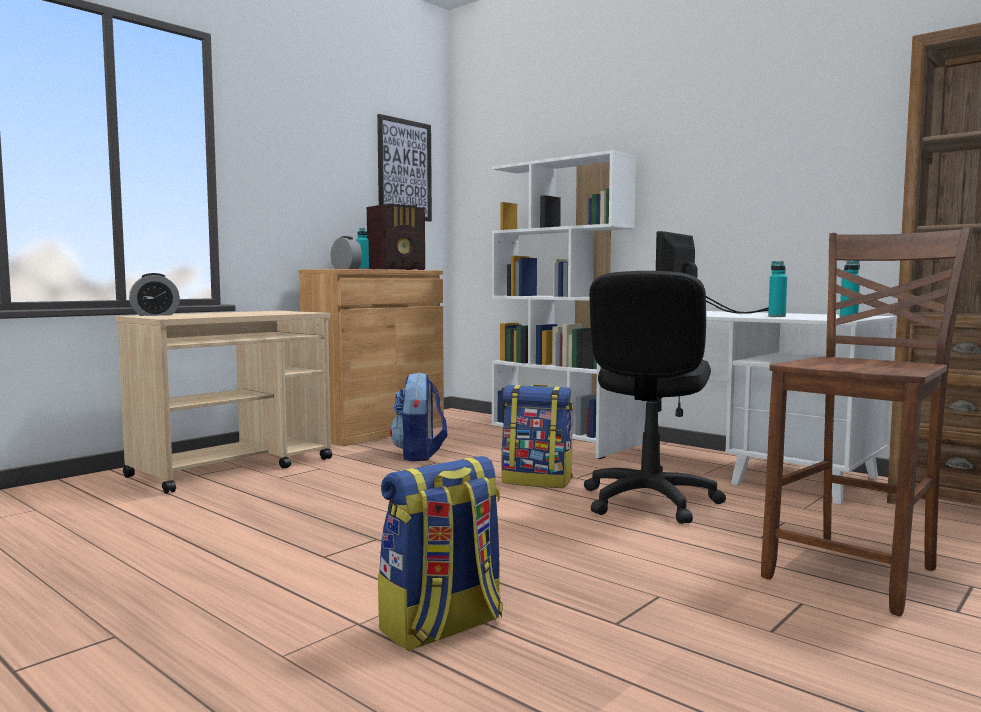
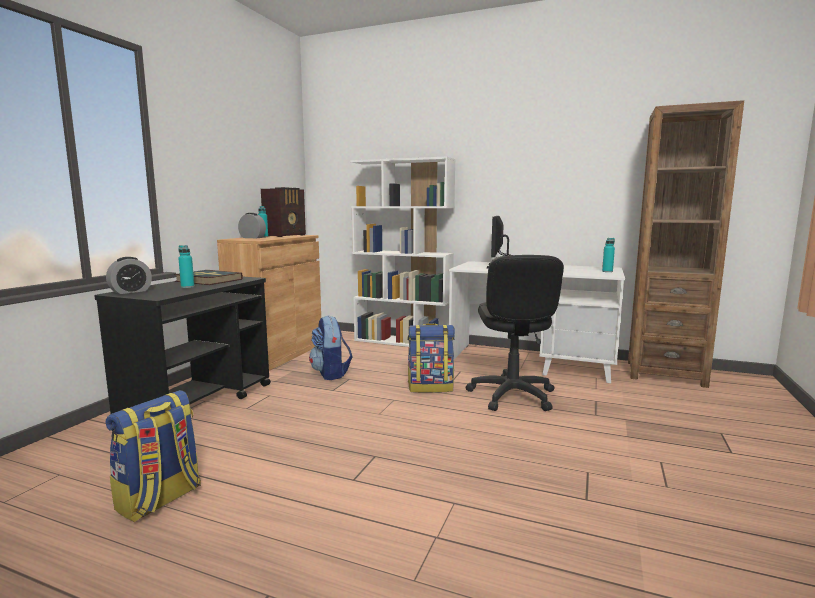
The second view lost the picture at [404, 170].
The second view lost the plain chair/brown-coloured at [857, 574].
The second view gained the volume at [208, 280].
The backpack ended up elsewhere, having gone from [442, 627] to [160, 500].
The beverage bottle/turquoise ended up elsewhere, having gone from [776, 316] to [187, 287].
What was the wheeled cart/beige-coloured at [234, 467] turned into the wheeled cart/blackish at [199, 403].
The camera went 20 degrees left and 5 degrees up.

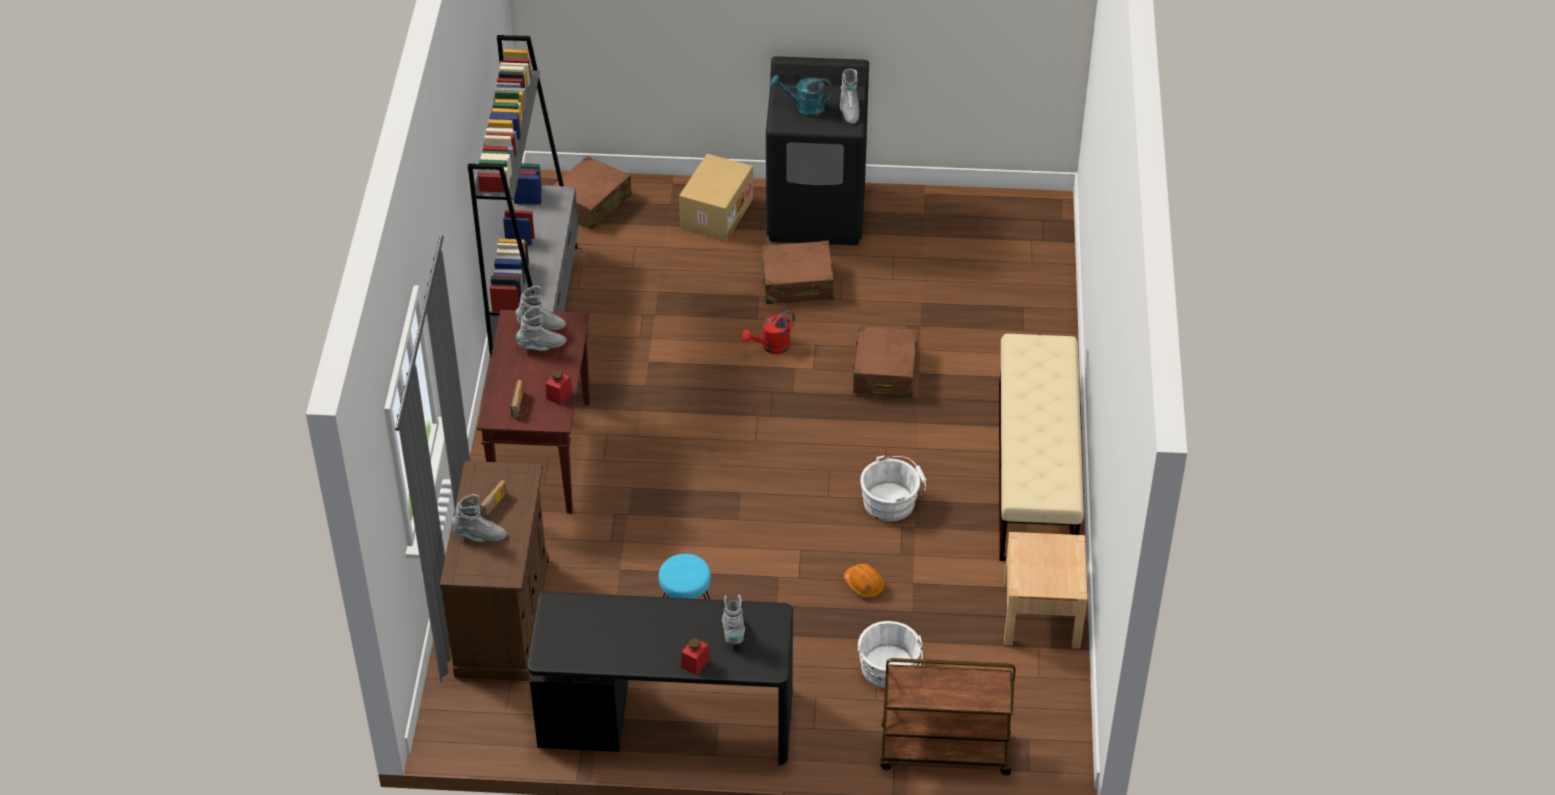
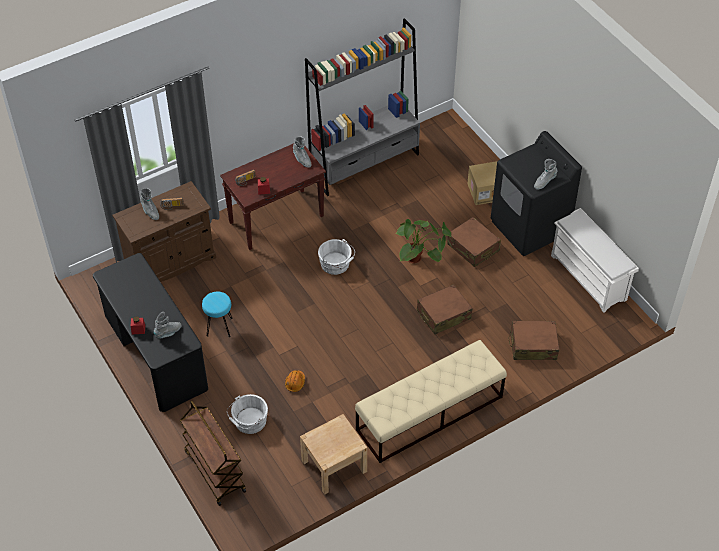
The second view lost the tall boot/grey at [542, 346].
The second view lost the sprinkling can/turquoise at [804, 108].
The second view gained the shoe rack/white at [589, 278].
The suitcase/brown-coloured ended up elsewhere, having gone from [590, 203] to [533, 345].
The water bucket/white ended up elsewhere, having gone from [892, 501] to [336, 264].
Where the sprinkling can/reddish stood at [771, 347], the potted plant came to stand at [420, 262].
The camera went 55 degrees right and 5 degrees up.

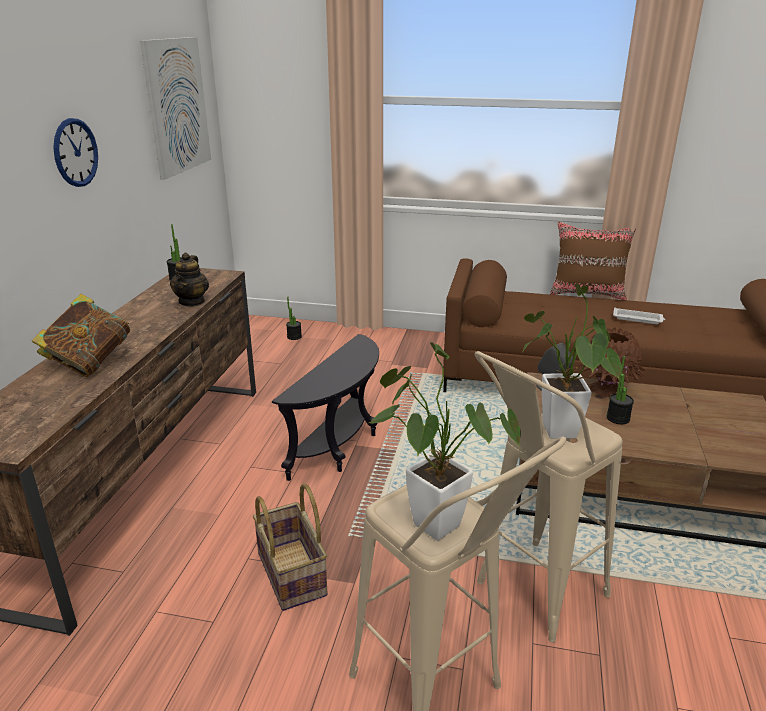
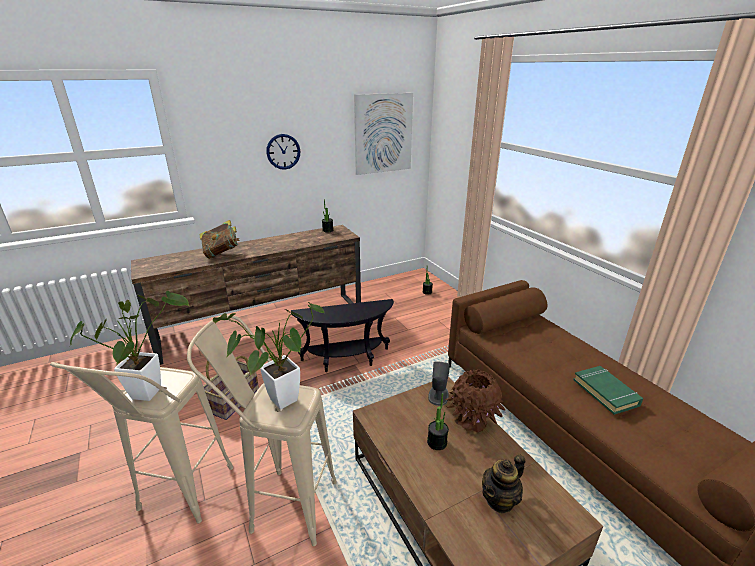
The second view lost the cushion/brown-coloured at [587, 293].
The teapot ended up elsewhere, having gone from [192, 302] to [500, 500].
Where the serving tray/white stood at [638, 319], the volume/greenish came to stand at [606, 392].
The camera went 50 degrees right and 0 degrees up.

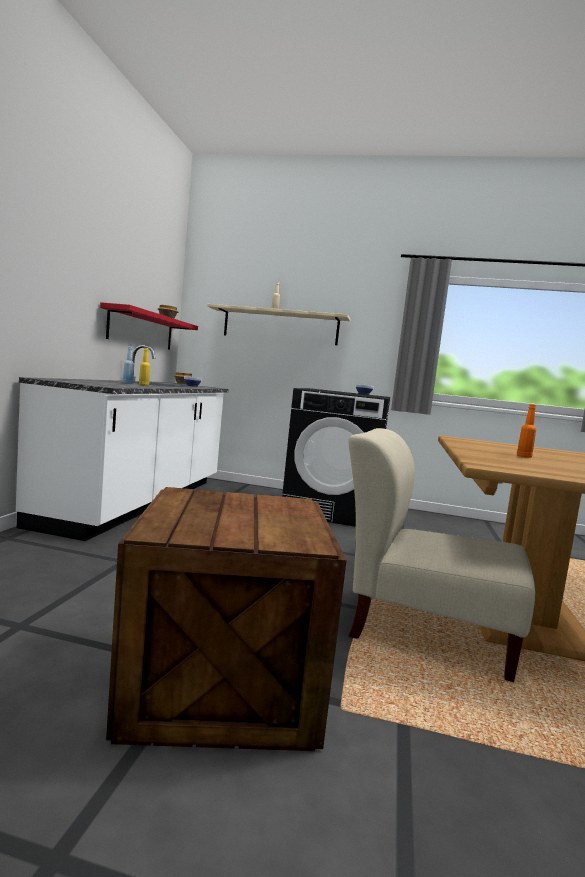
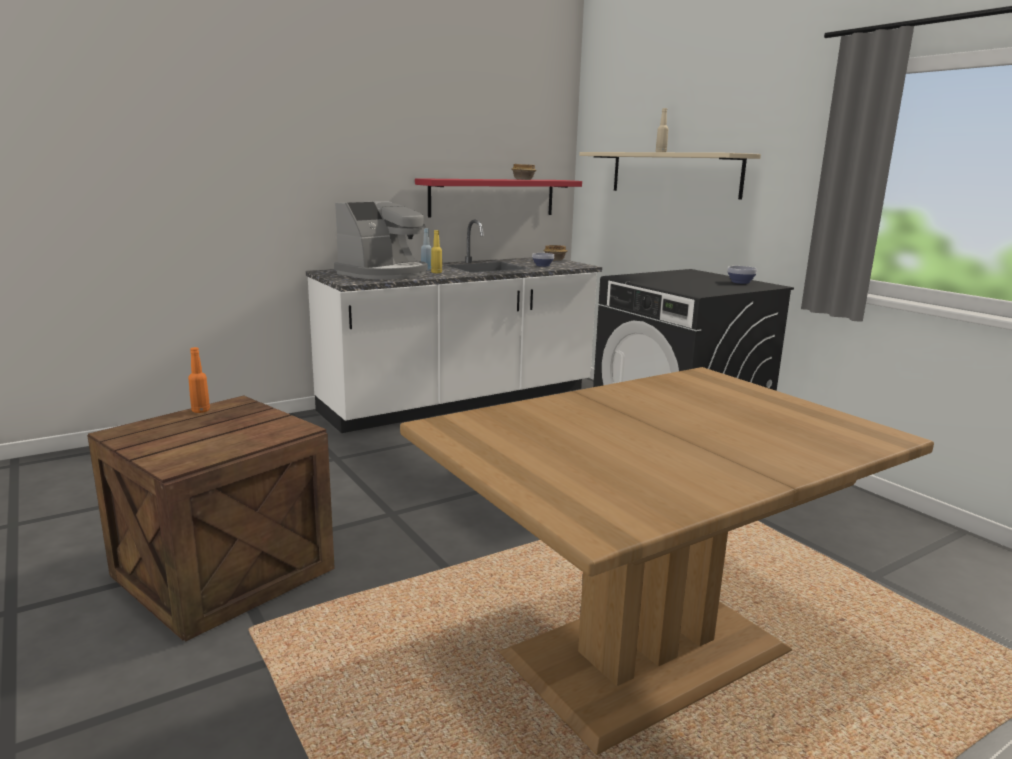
The second view lost the plain chair/beige-coloured at [423, 629].
The second view gained the coffee maker at [384, 273].
The beverage bottle/orange-coloured ended up elsewhere, having gone from [524, 456] to [200, 410].
The camera went 45 degrees right and 10 degrees up.

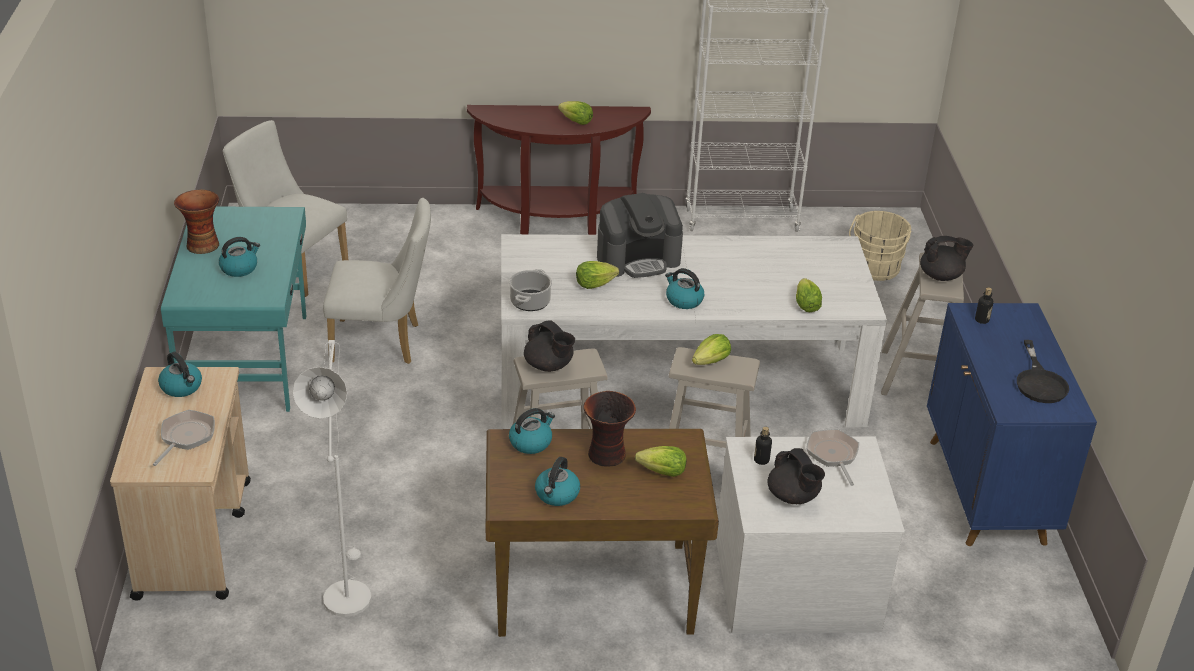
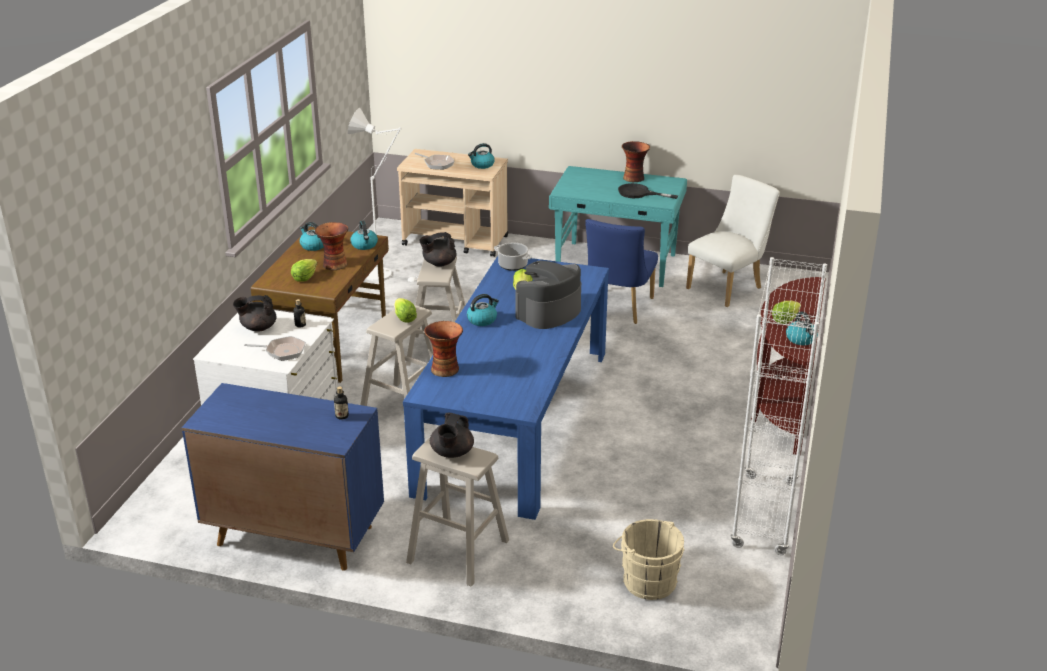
The tea kettle ended up elsewhere, having gone from [239, 268] to [801, 339].
The frying pan/blackish ended up elsewhere, having gone from [1039, 382] to [639, 193].
Where the head of lettuce stood at [806, 305], the decorative vase came to stand at [444, 369].
What was the plain chair/white at [382, 343] turned into the plain chair/blue-coloured at [618, 309].
What was the dining table/white at [678, 382] turned into the dining table/blue-coloured at [515, 419].
The coffee maker at [638, 259] ended up facing another way, 45 degrees clockwise from before.
The camera went 110 degrees right and 5 degrees down.

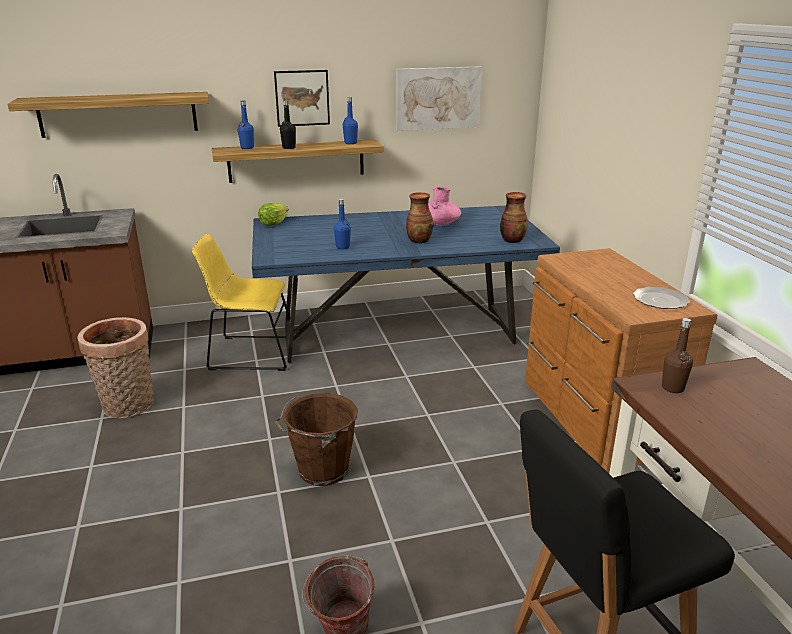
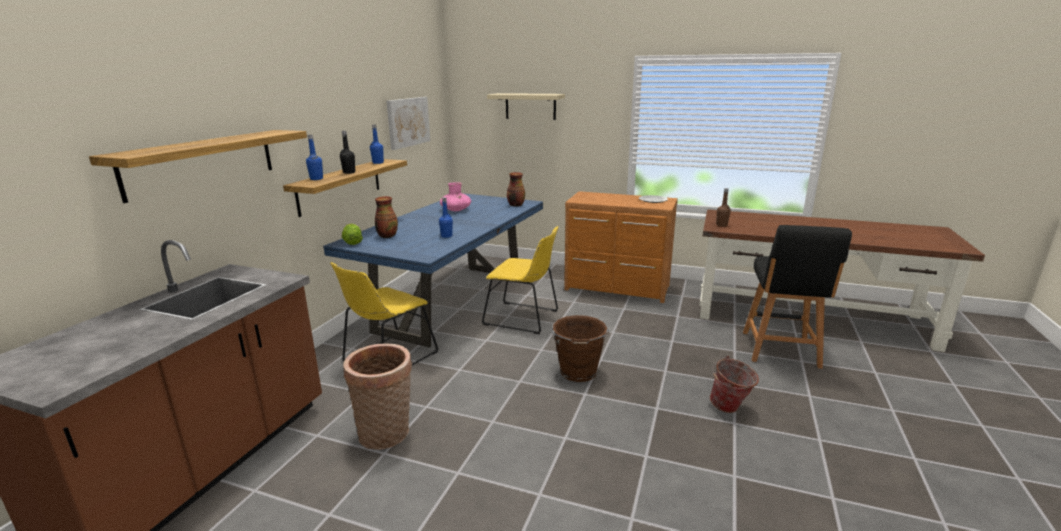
The second view lost the picture at [302, 98].
The second view gained the plain chair/yellow at [524, 318].
The second view gained the wall shelf/beige-coloured at [530, 106].
The decorative vase ended up elsewhere, having gone from [419, 240] to [387, 236].
The camera went 55 degrees left and 5 degrees down.

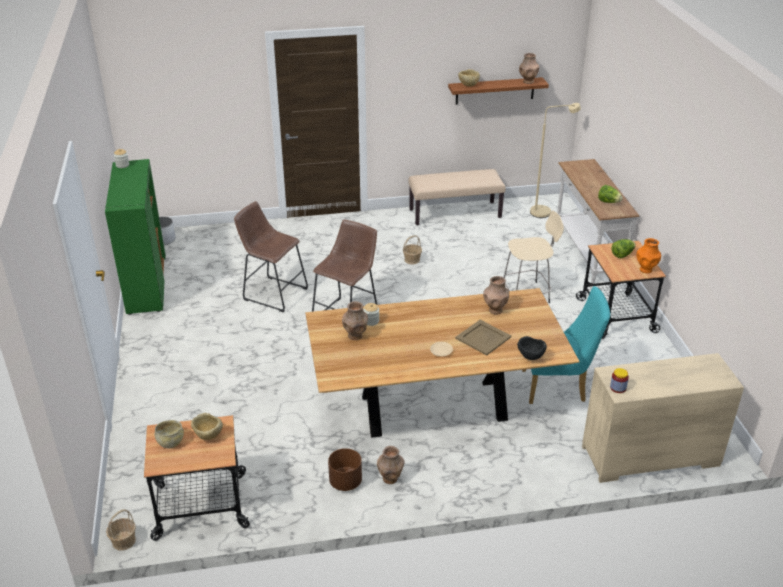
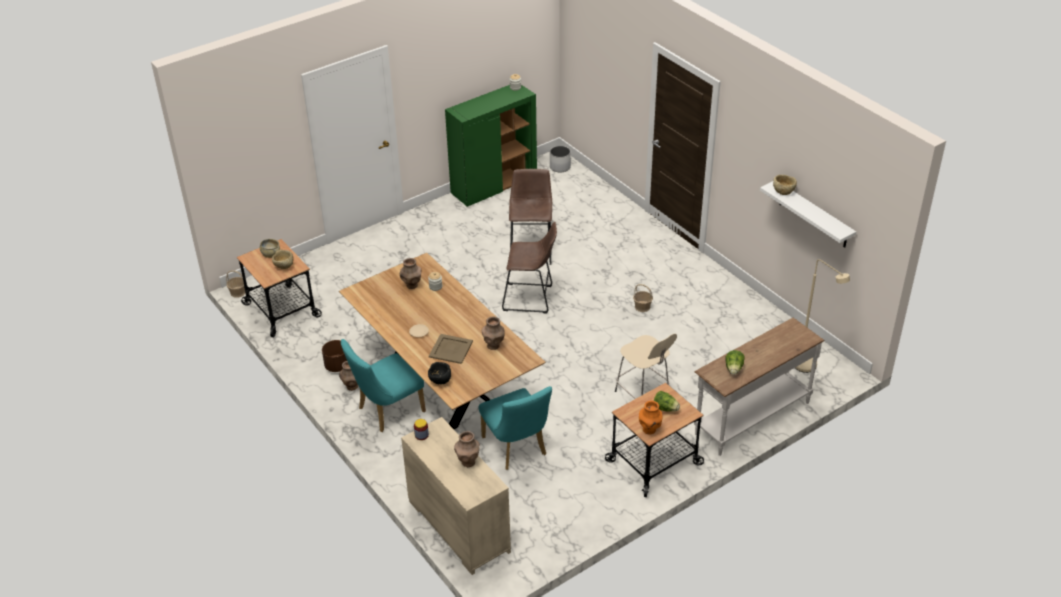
The second view lost the long seat/beige-coloured at [455, 213].
The second view gained the plain chair/turquoise at [387, 411].
The decorative vase/brown-coloured ended up elsewhere, having gone from [528, 82] to [468, 462].
What was the wall shelf/brown-coloured at [495, 91] turned into the wall shelf/white at [813, 215].
The camera went 65 degrees right and 5 degrees up.

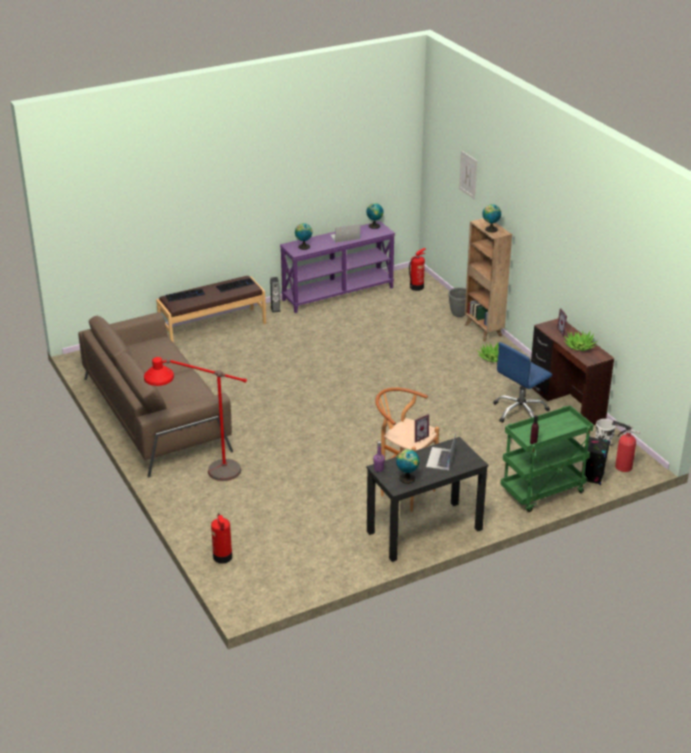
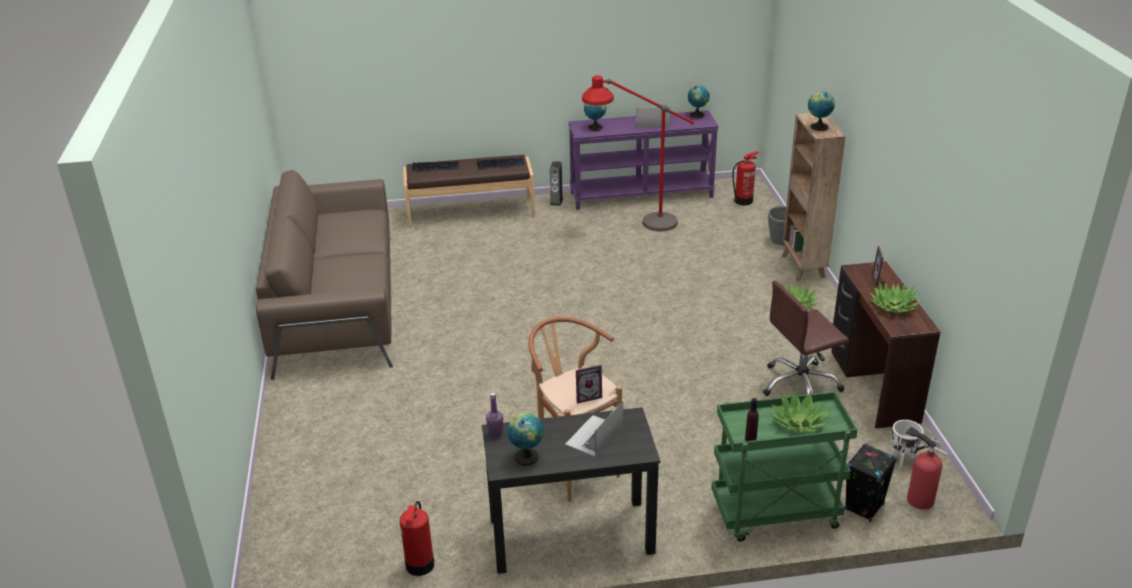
The second view lost the picture at [468, 174].
The second view gained the potted plant at [799, 423].
The standing lamp/reddish ended up elsewhere, having gone from [202, 477] to [635, 225].
The extinguisher ended up elsewhere, having gone from [222, 557] to [419, 565].
What was the computer chair/blue-coloured at [520, 411] turned into the computer chair/brown-coloured at [800, 385].
The camera went 20 degrees right and 0 degrees up.

